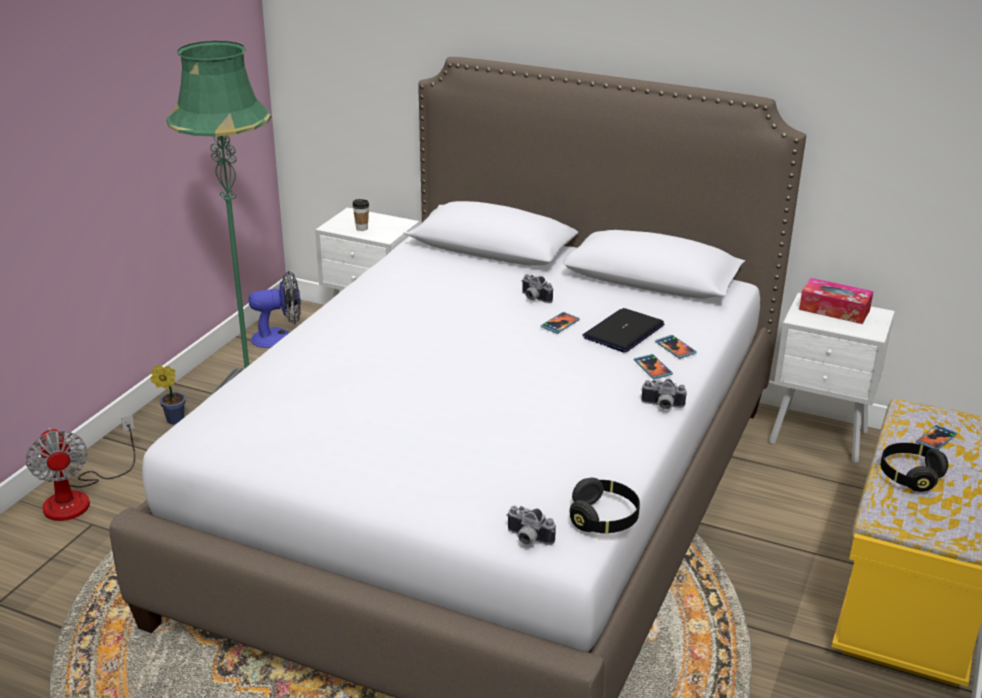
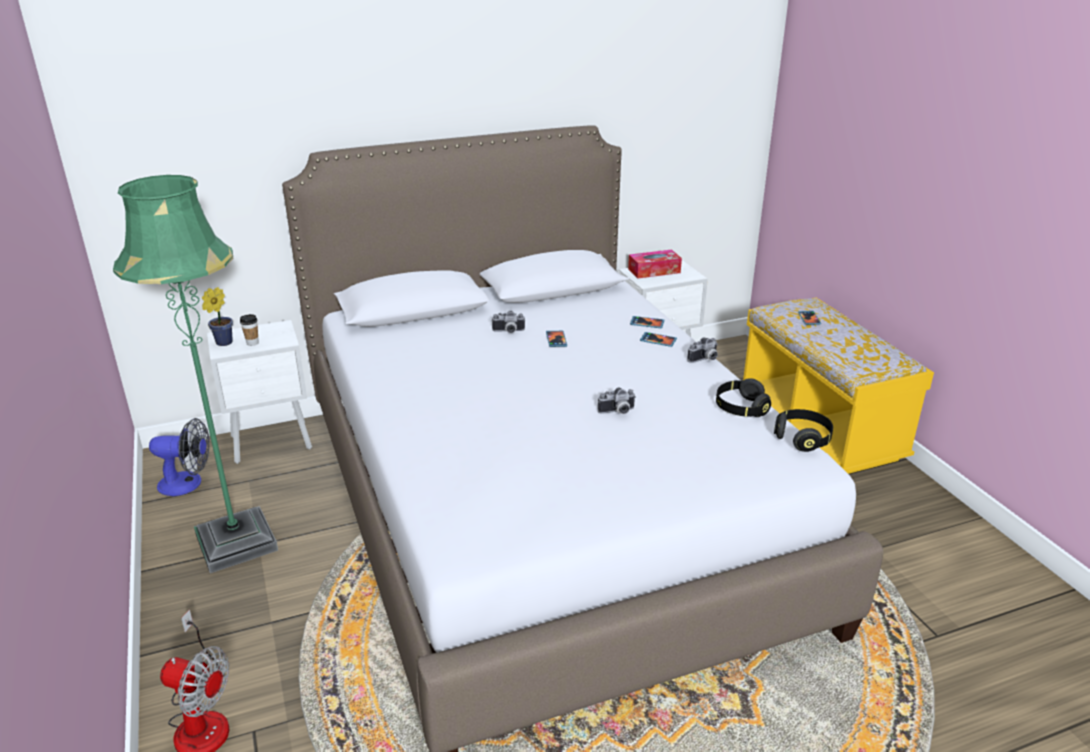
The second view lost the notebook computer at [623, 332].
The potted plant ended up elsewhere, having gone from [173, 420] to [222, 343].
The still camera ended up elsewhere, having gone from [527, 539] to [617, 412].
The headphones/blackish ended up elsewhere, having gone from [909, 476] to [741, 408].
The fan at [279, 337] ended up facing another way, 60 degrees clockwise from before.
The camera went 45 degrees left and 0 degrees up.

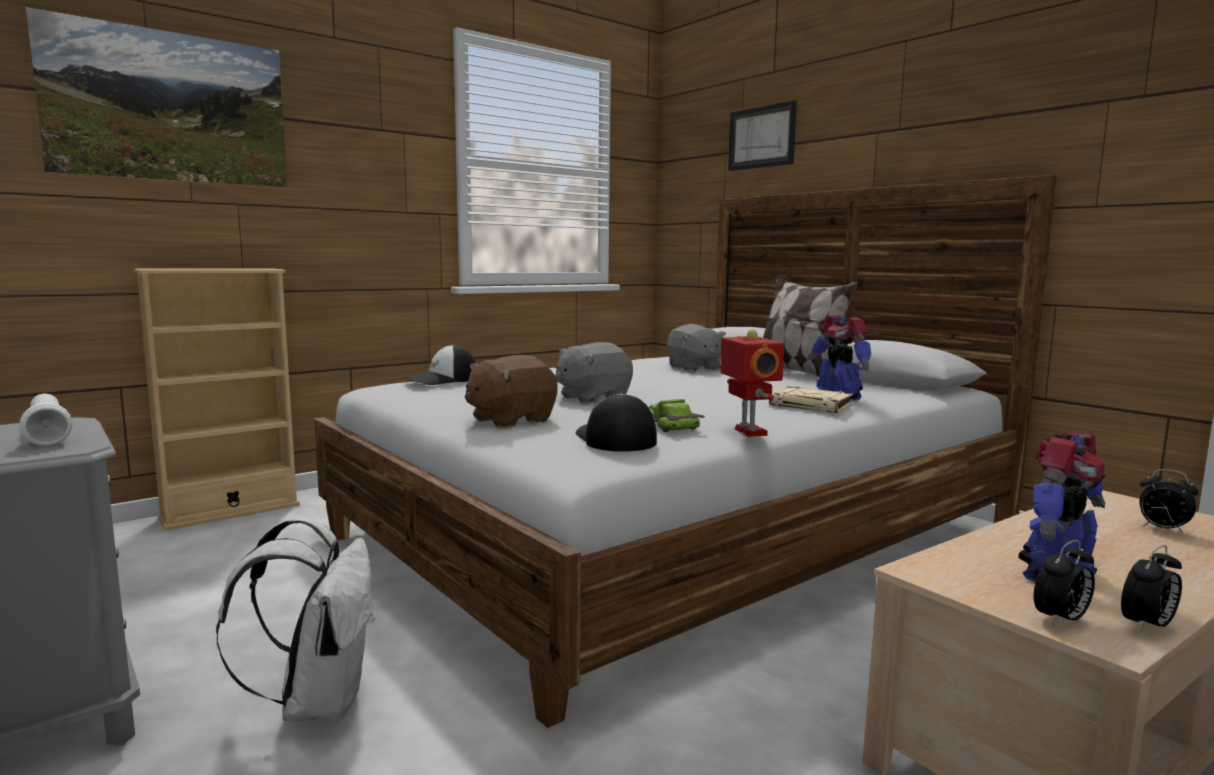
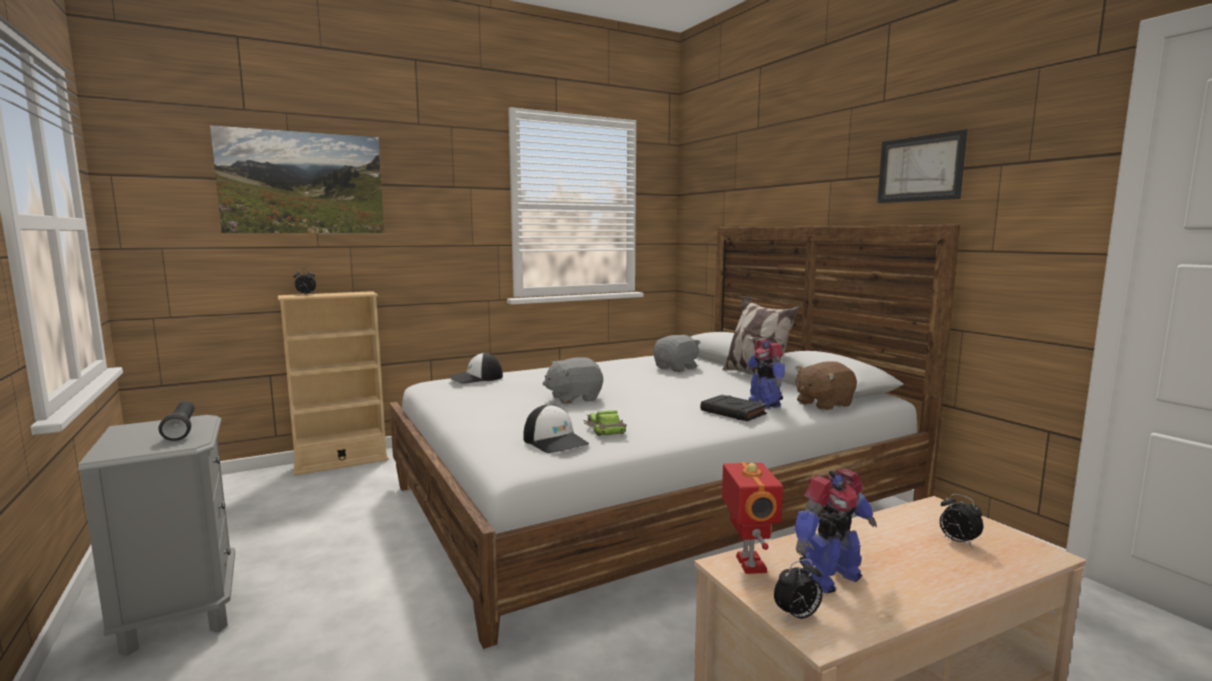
The second view lost the backpack/white at [319, 701].
The plush toy/brown-coloured ended up elsewhere, having gone from [510, 420] to [823, 404].
The toy robot ended up elsewhere, having gone from [748, 432] to [748, 564].
The picture ended up elsewhere, having gone from [761, 137] to [920, 168].
The alarm clock ended up elsewhere, having gone from [1147, 626] to [305, 294].
What was the flashlight/white at [47, 434] turned into the flashlight/blackish at [181, 430].
What was the volume/beige-coloured at [811, 406] turned into the volume/blackish at [734, 412].
The baseball cap at [614, 439] ended up facing another way, 150 degrees clockwise from before.
The plush toy/grey at [694, 368] ended up facing another way, 120 degrees counterclockwise from before.
The camera went 10 degrees right and 0 degrees up.

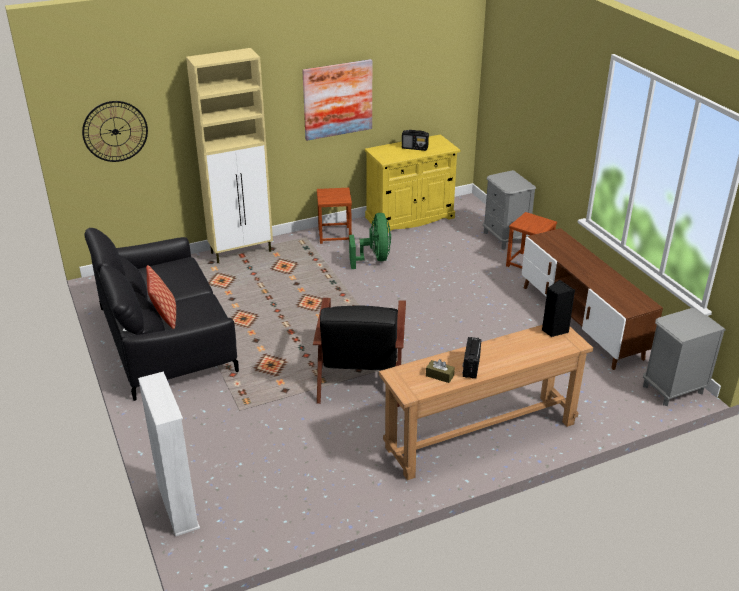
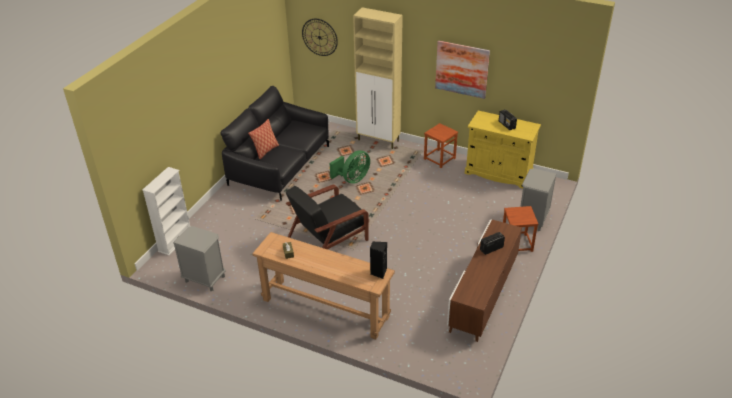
The fan/greenish ended up elsewhere, having gone from [374, 259] to [352, 179].
The radio receiver ended up elsewhere, having gone from [471, 367] to [491, 248].
The nightstand/grey ended up elsewhere, having gone from [672, 389] to [204, 279].
The camera went 50 degrees right and 5 degrees up.

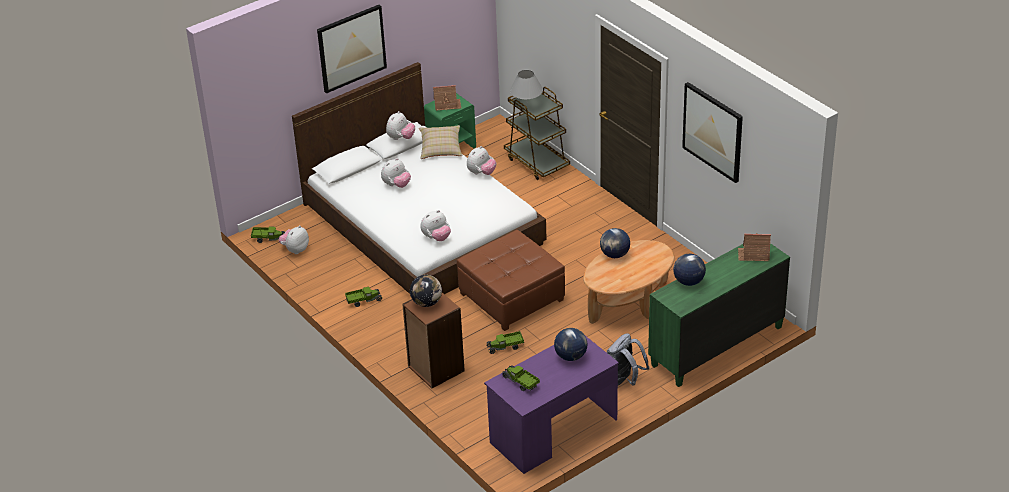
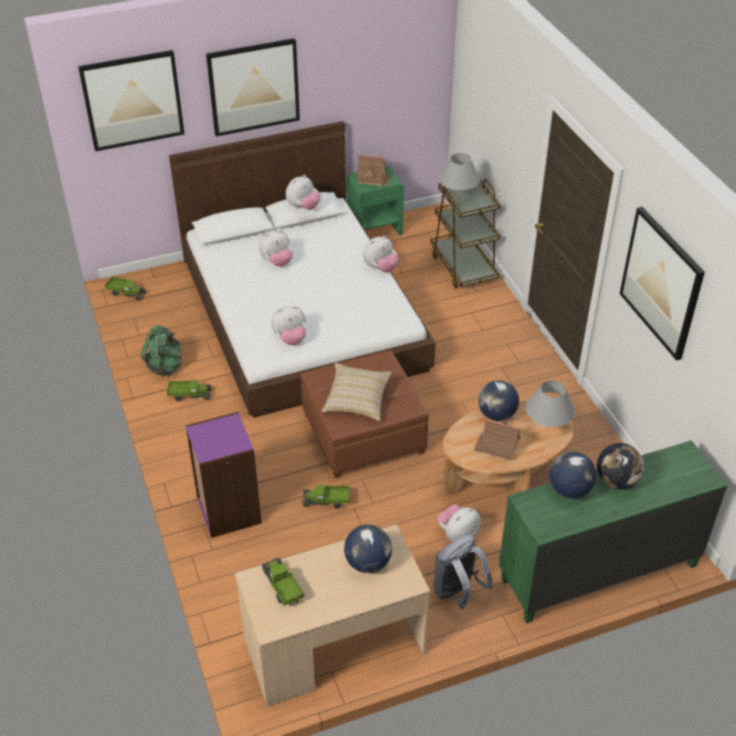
The second view gained the picture at [132, 100].
The second view gained the backpack/greenish at [165, 366].
The second view gained the lamp for a table/grey at [547, 427].
The plush toy ended up elsewhere, having gone from [295, 250] to [457, 535].
The globe ended up elsewhere, having gone from [427, 303] to [617, 481].
The cushion/beige-coloured ended up elsewhere, having gone from [440, 149] to [357, 400].
The toy house ended up elsewhere, having gone from [754, 254] to [496, 447].
What was the bookcase/brown-coloured at [435, 369] turned into the bookcase/purple at [228, 511].
What was the desk/purple at [553, 431] turned into the desk/beige-coloured at [334, 648].
The camera went 15 degrees right and 5 degrees up.

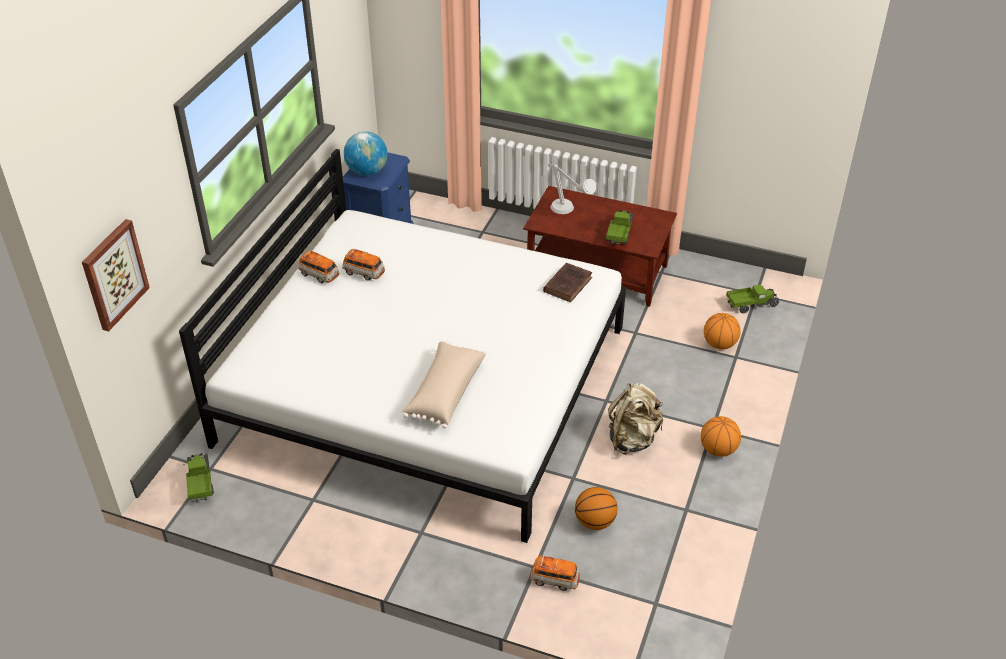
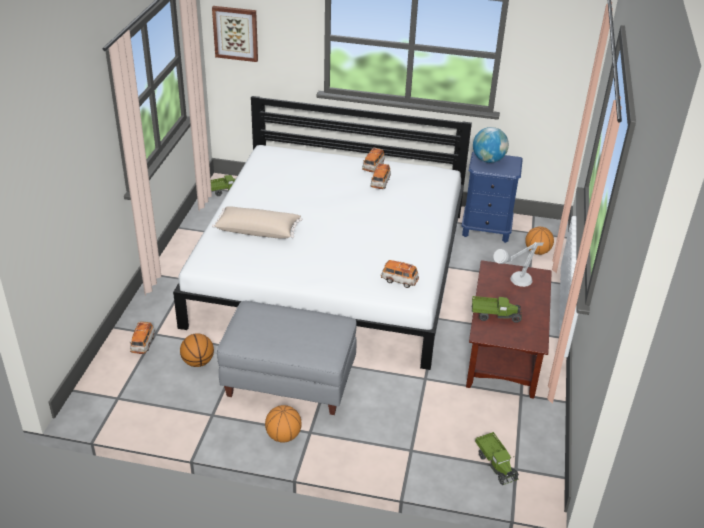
The ball for basketball ended up elsewhere, having gone from [719, 344] to [537, 251].
Where the volume/brown-coloured stood at [568, 284], the miniature car came to stand at [399, 280].
Where the backpack/beige-coloured stood at [632, 439], the ottoman/grey came to stand at [289, 381].
The camera went 80 degrees right and 5 degrees down.

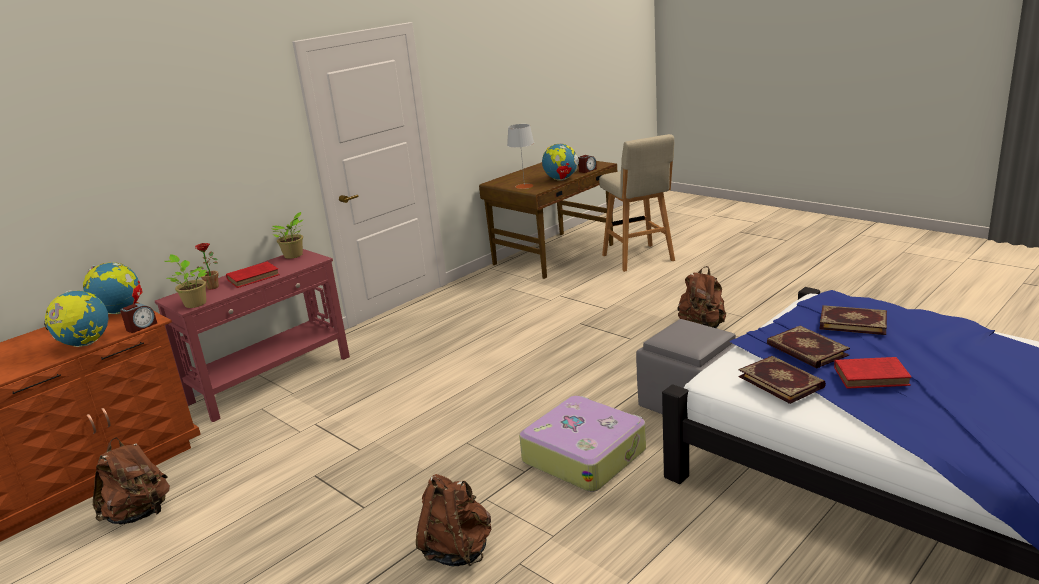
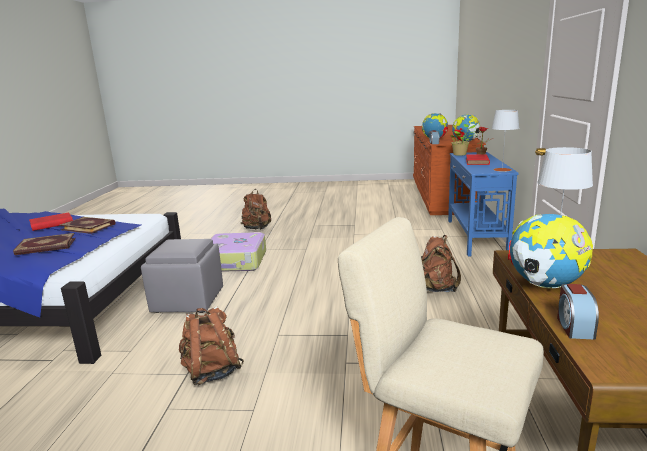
The second view lost the volume at [781, 381].
The backpack/brown-coloured ended up elsewhere, having gone from [139, 514] to [435, 289].
Where the potted plant stood at [294, 255], the lamp for a table/grey came to stand at [502, 170].
What was the hall table/reddish at [272, 379] turned into the hall table/blue-coloured at [475, 236].
The camera went 140 degrees right and 5 degrees down.

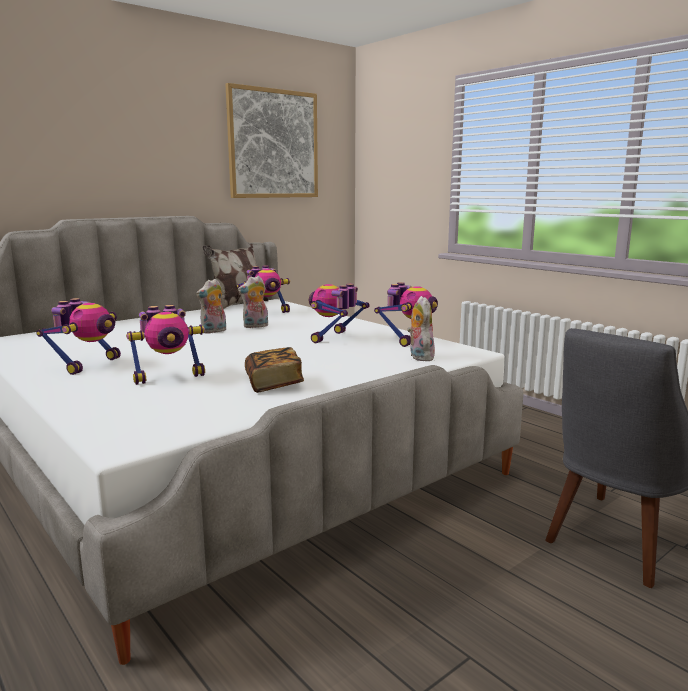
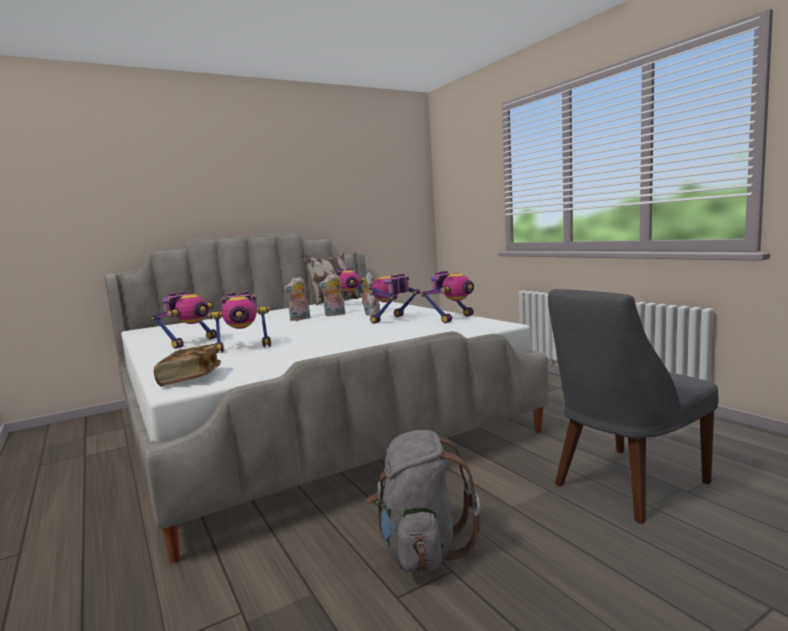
The second view lost the picture at [273, 144].
The second view gained the backpack/grey at [421, 548].
The volume ended up elsewhere, having gone from [274, 384] to [190, 379].
The plush toy ended up elsewhere, having gone from [419, 357] to [371, 314].
The camera went 10 degrees right and 5 degrees down.

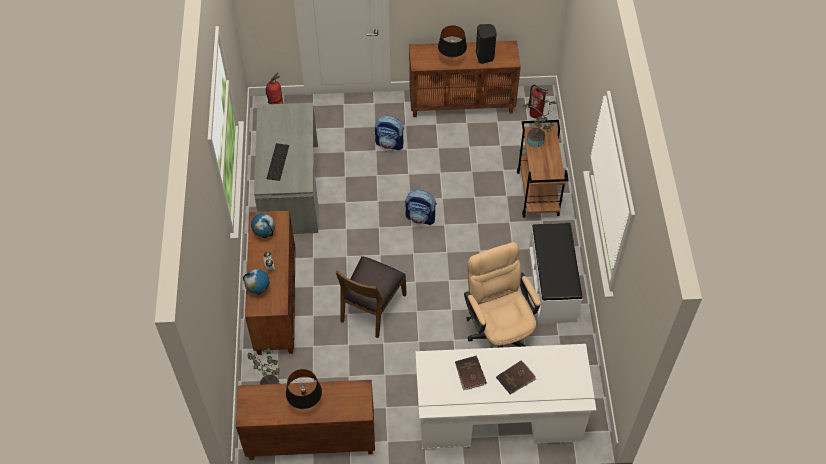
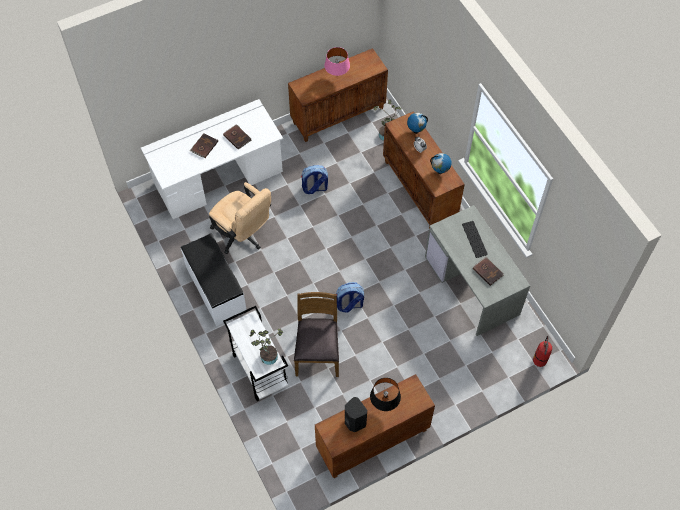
The second view lost the extinguisher at [536, 113].
The second view gained the volume/brown-coloured at [488, 271].
The plain chair/brown-coloured ended up elsewhere, having gone from [372, 307] to [317, 352].
The backpack ended up elsewhere, having gone from [390, 143] to [314, 188].
What was the lamp for a table/blackish at [305, 403] turned into the lamp for a table/pink at [337, 76].
What was the wheeled cart/brown-coloured at [538, 194] turned into the wheeled cart/white at [259, 370].
The camera went 155 degrees right and 5 degrees up.

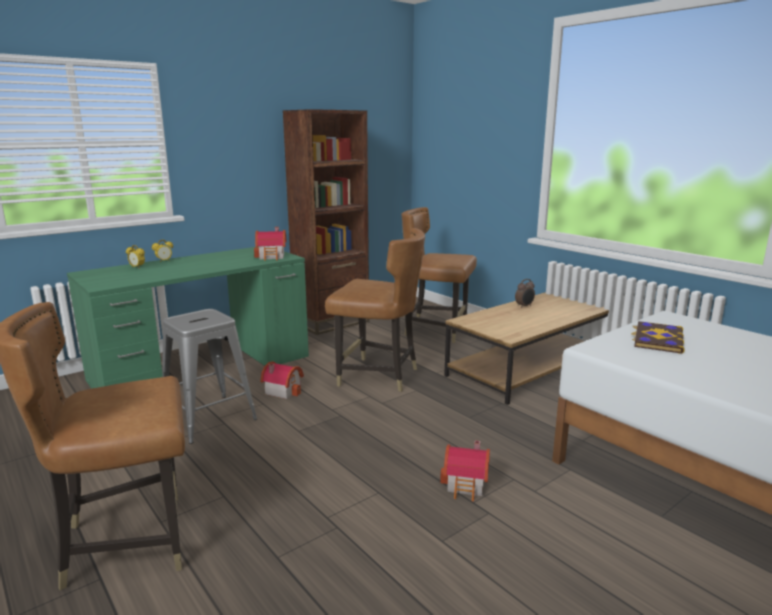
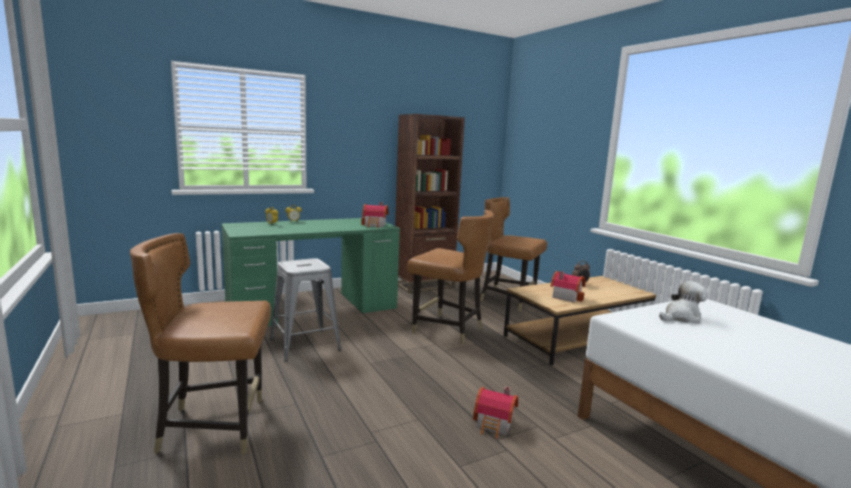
The toy house ended up elsewhere, having gone from [283, 390] to [566, 296].
Where the volume stood at [657, 339], the plush toy came to stand at [681, 317].
The camera went 10 degrees right and 5 degrees down.

